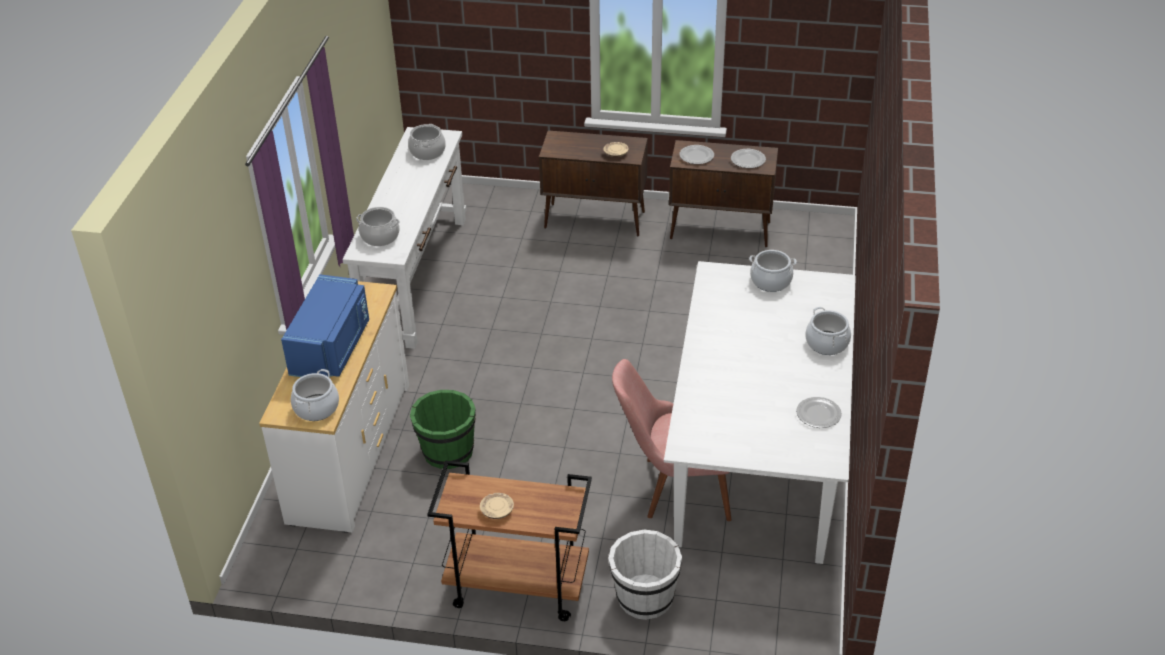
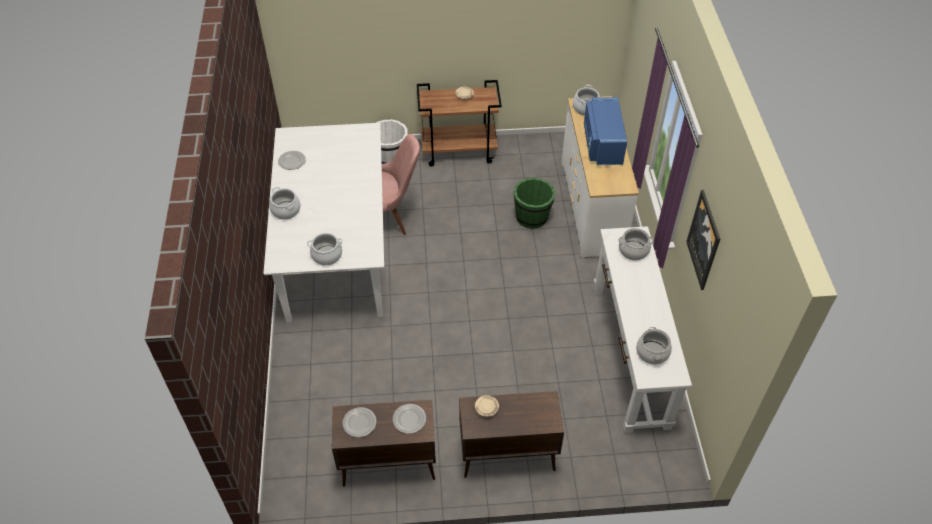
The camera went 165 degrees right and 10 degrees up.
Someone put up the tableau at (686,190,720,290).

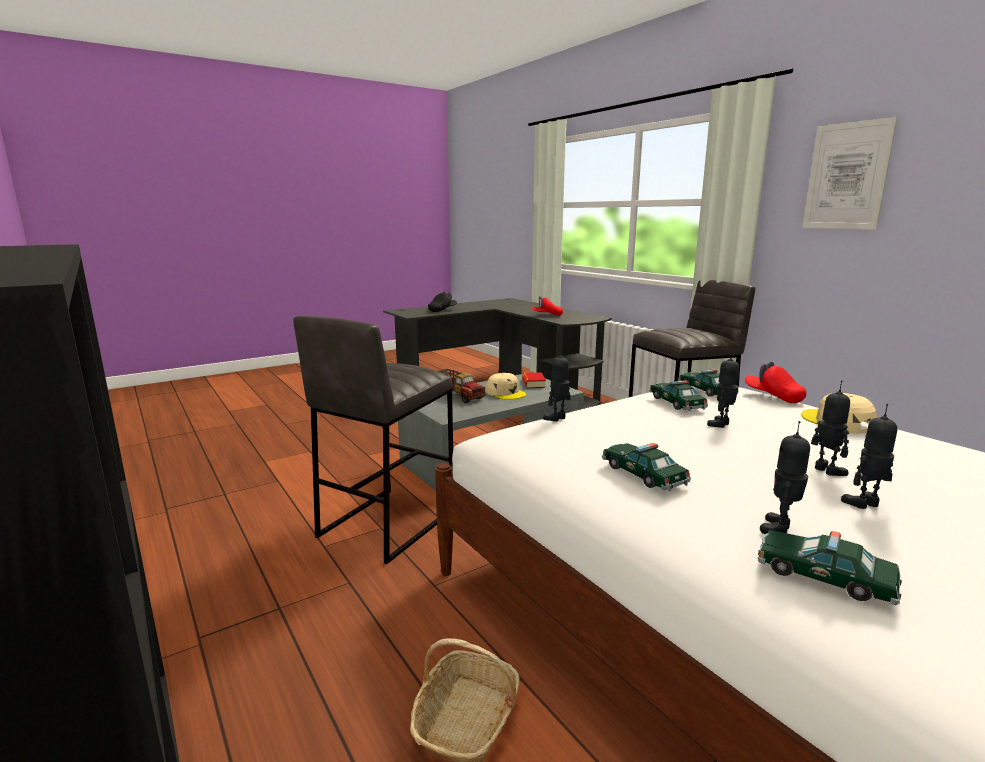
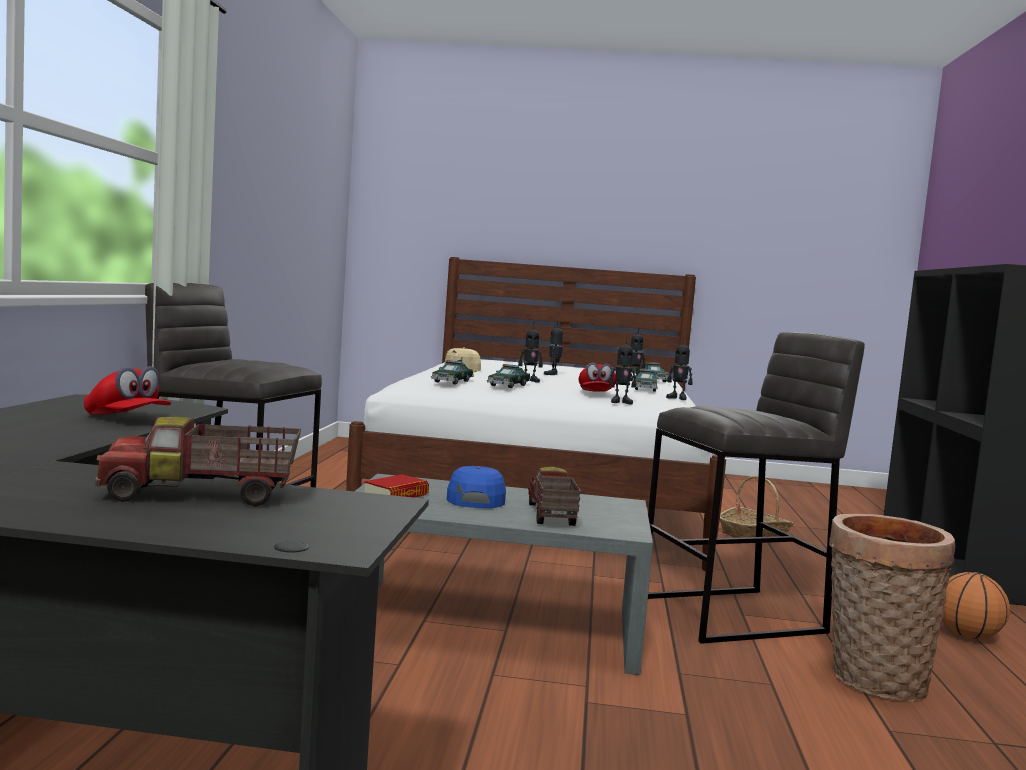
The camera went 140 degrees left and 10 degrees down.
Someone swapped the casquette (noir) at (428,291,457,312) for the camion jouet at (95,417,301,507).
Someone repainted the casquette (beige) at (486,373,526,400), which became the casquette (bleu) at (447,466,506,508).
Someone carried the casquette (rouge) from (745,361,806,403) to (579,363,616,392).
Someone took away the tableau at (803,117,898,229).
Someone carried the robot jouet from (841,404,897,509) to (666,337,693,400).
Someone put down the panier at (829,514,955,701).
Someone put down the ballon de basket at (942,572,1010,639).

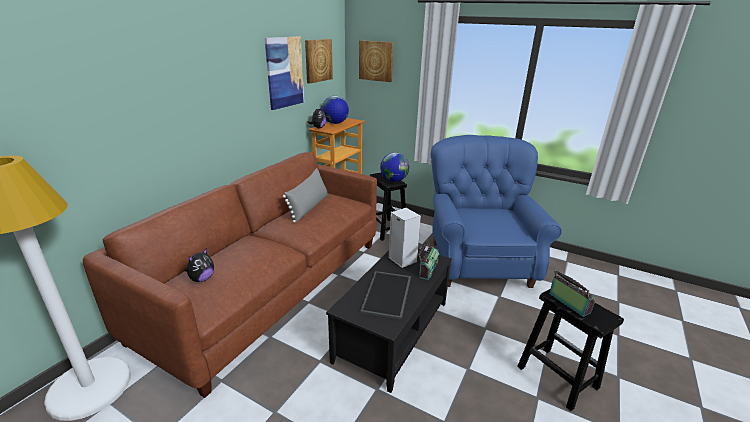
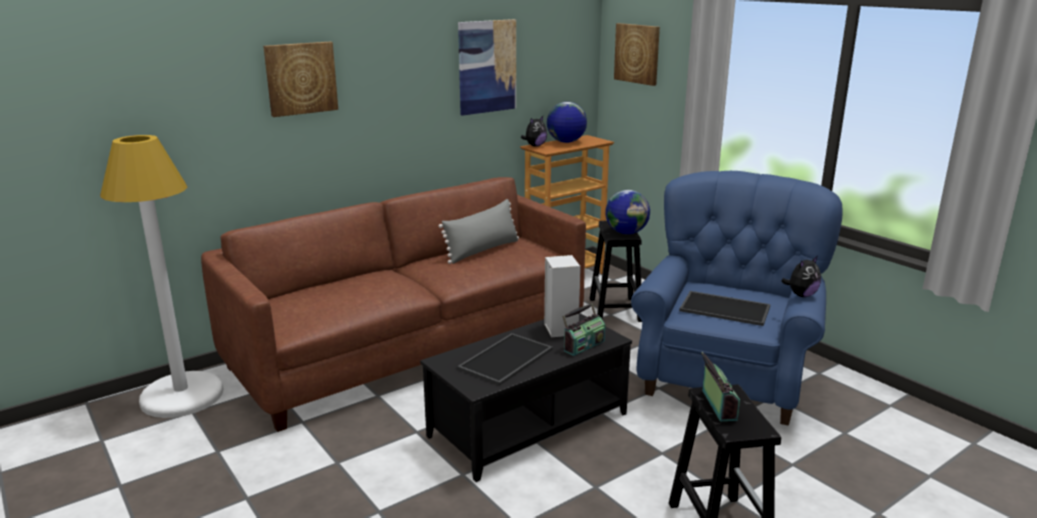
The camera went 25 degrees right and 5 degrees down.
Someone carried the peluche from (185,248,214,282) to (781,257,821,297).
Someone carried the tableau from (305,39,333,84) to (263,42,338,117).
Someone put down the plateau at (679,291,770,326).

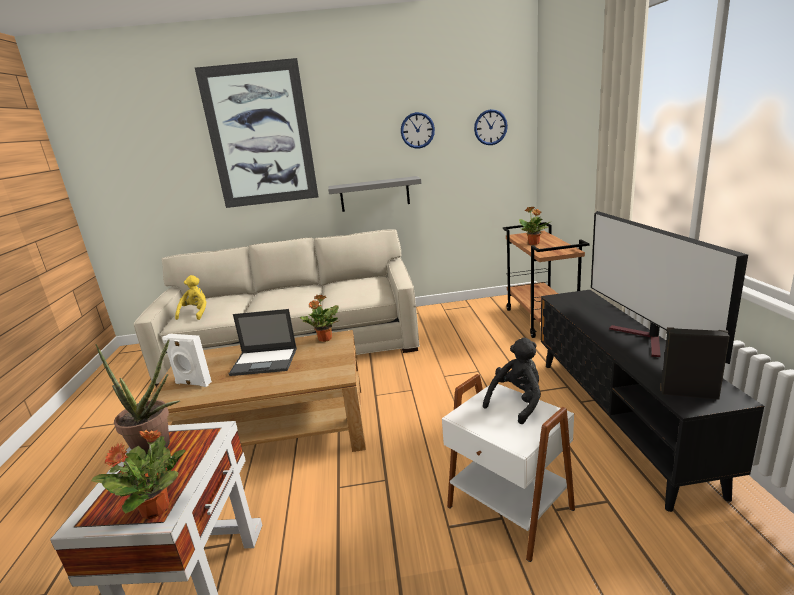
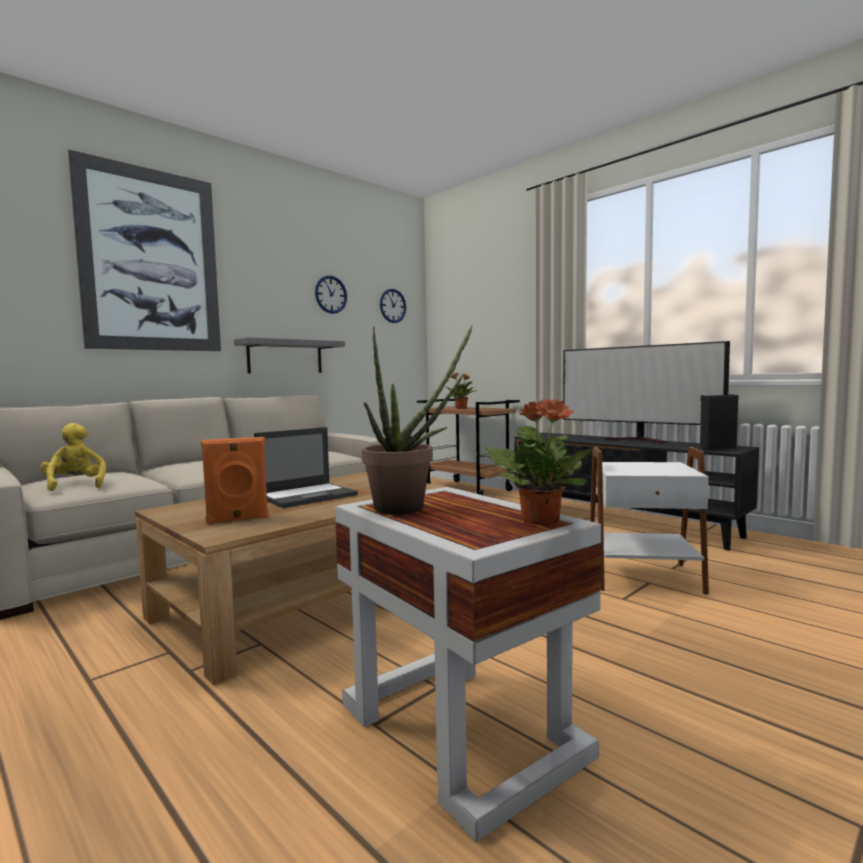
The camera went 40 degrees left and 15 degrees down.
Someone repainted the enceinte (blanc) at (162,334,212,387), which became the enceinte (orange) at (201,437,269,524).
Someone took away the plante en pot at (299,295,339,342).
Someone took away the peluche (noir) at (483,337,541,424).

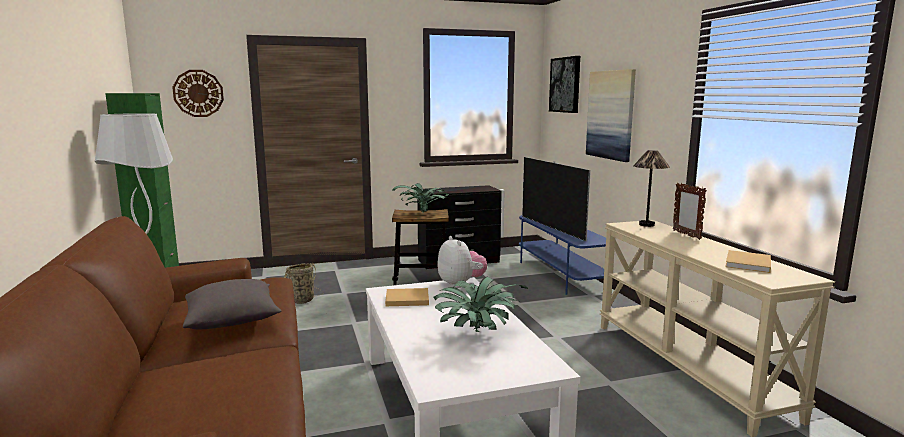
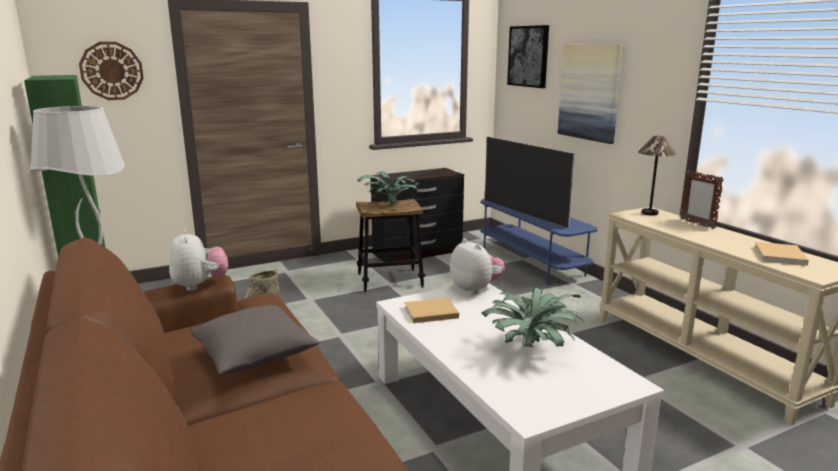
The camera went 10 degrees left and 5 degrees up.
Someone put down the peluche at (169,230,228,291).

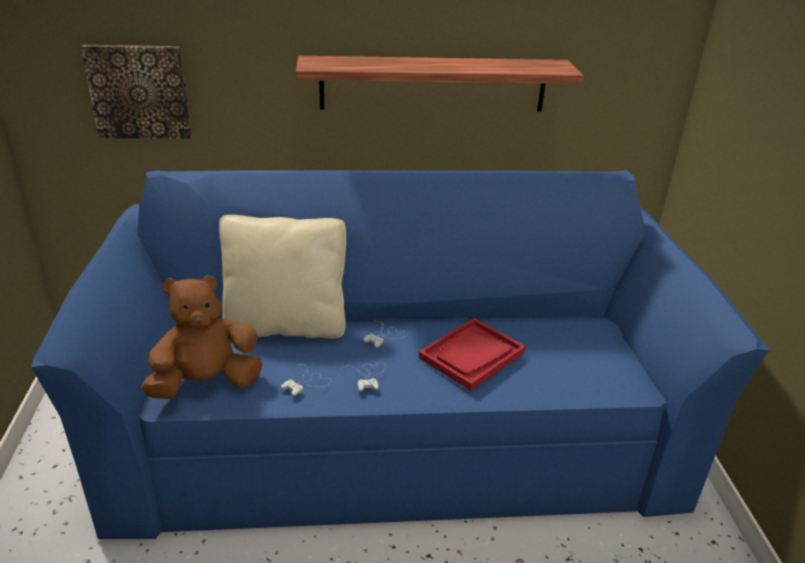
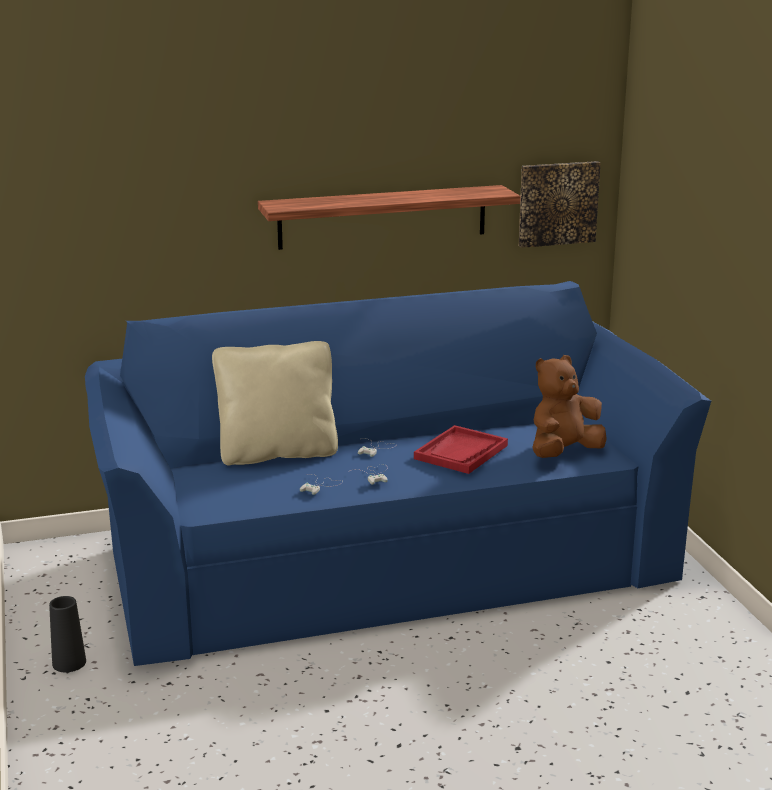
The camera went 10 degrees left and 10 degrees down.
Someone carried the tableau from (81,45,191,139) to (519,161,601,248).
Someone carried the peluche (marron) from (141,275,263,399) to (532,355,607,458).
Someone put down the vase (noir) at (49,596,86,672).

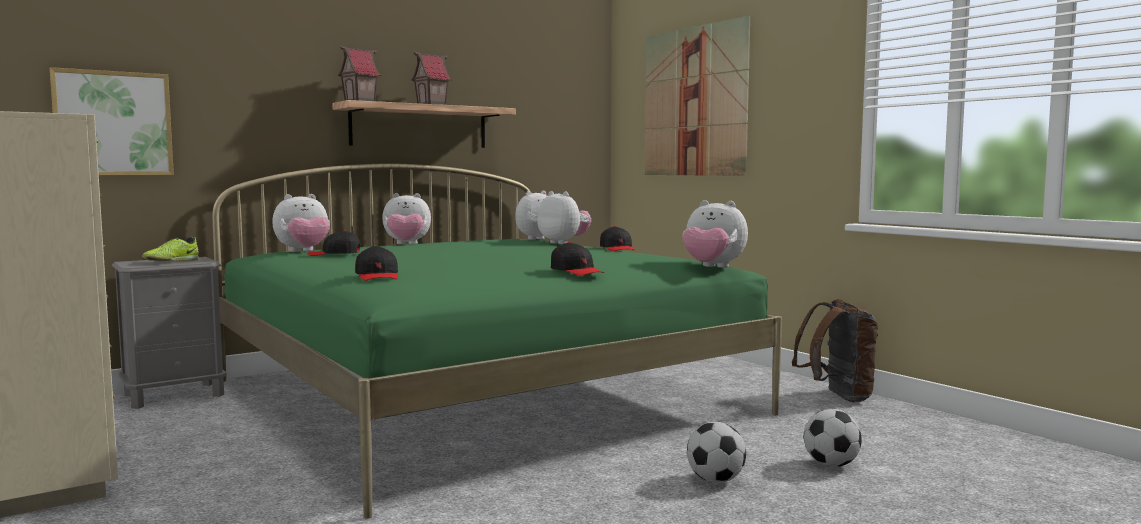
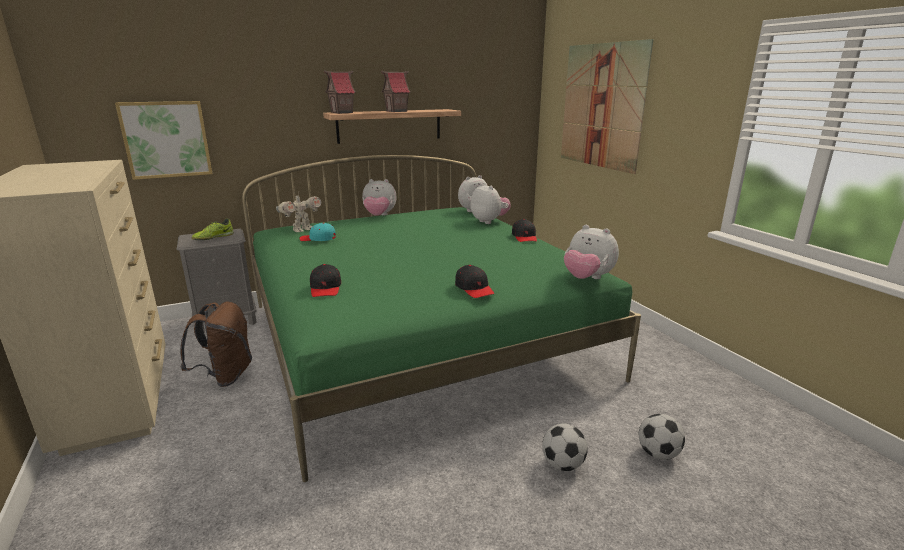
The camera went 10 degrees right and 15 degrees up.
Someone swapped the peluche at (272,194,330,252) for the robot jouet at (276,192,321,232).
Someone repainted the casquette (noir) at (308,230,360,256), which became the casquette (turquoise) at (299,223,336,241).
Someone carried the sac à dos (marron) from (792,299,878,402) to (180,302,252,387).

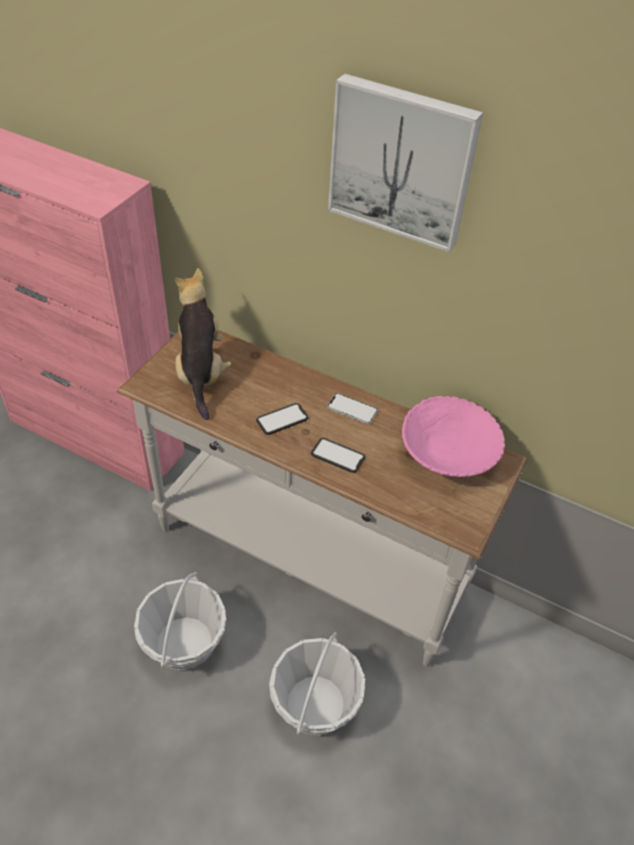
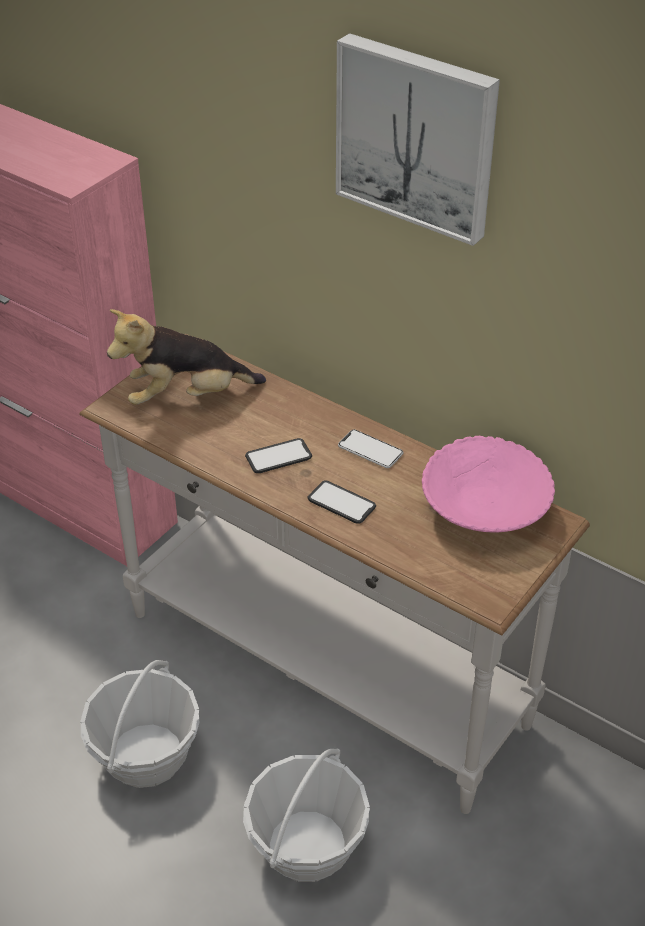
The camera went 10 degrees right and 5 degrees down.
Someone rotated the peluche at (175,268,232,420) by 105 degrees counterclockwise.

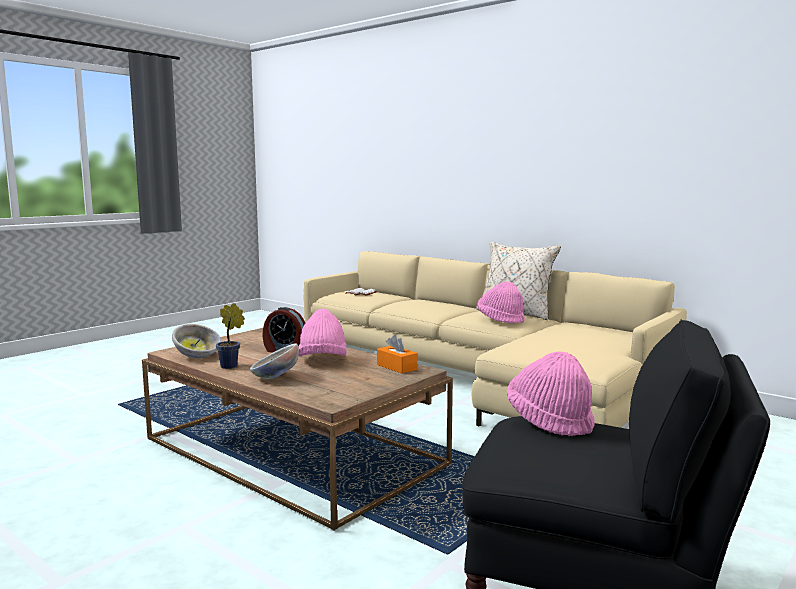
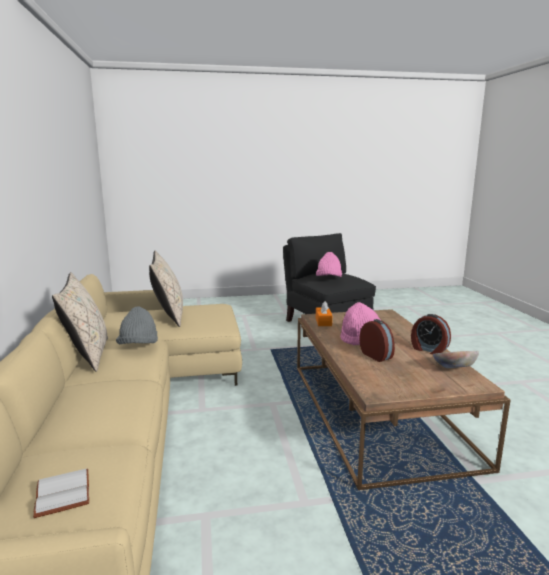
The camera went 140 degrees left and 5 degrees up.
Someone swapped the plante en pot at (216,303,245,369) for the réveil at (411,314,451,355).
Someone took away the bol at (250,343,299,379).
Someone repainted the chapeau (rose) at (478,281,525,324), which became the chapeau (gris) at (116,307,158,344).
Someone put down the coussin (beige) at (149,251,183,327).

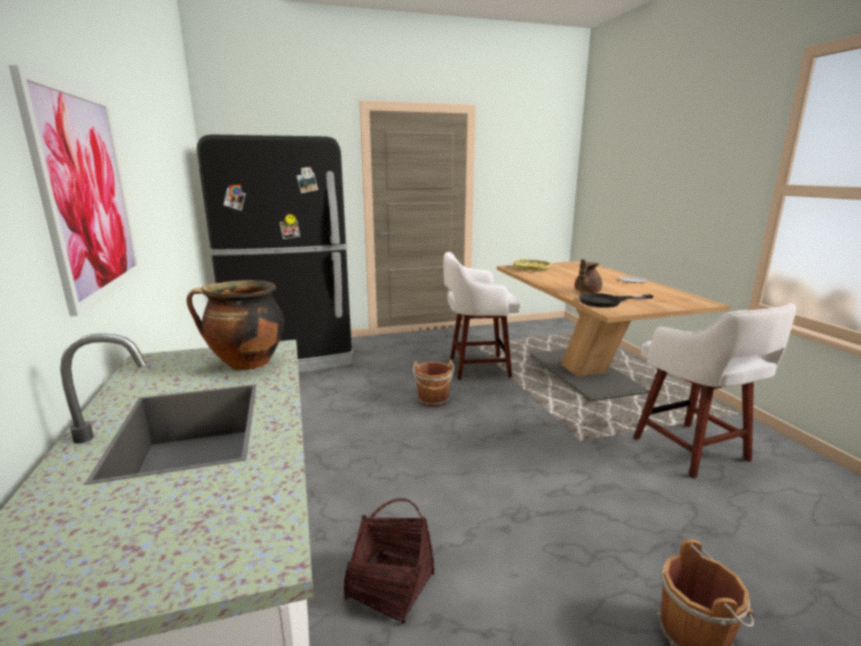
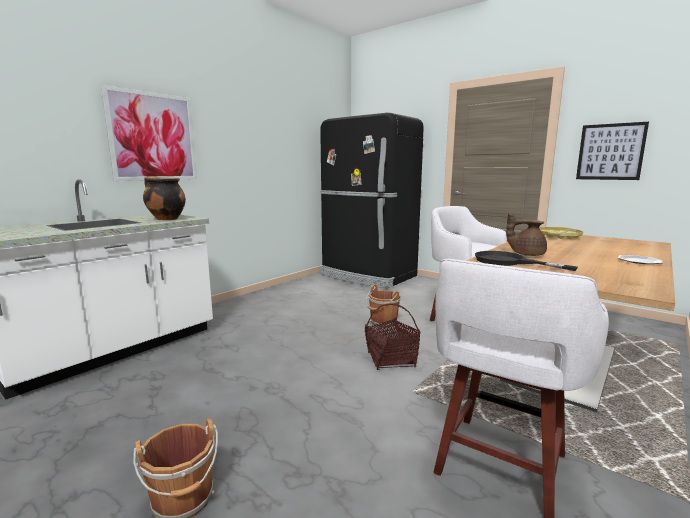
The camera went 55 degrees right and 5 degrees down.
Someone carried the panier from (344,498,434,624) to (365,303,420,370).
Someone put up the tableau at (576,122,649,180).

